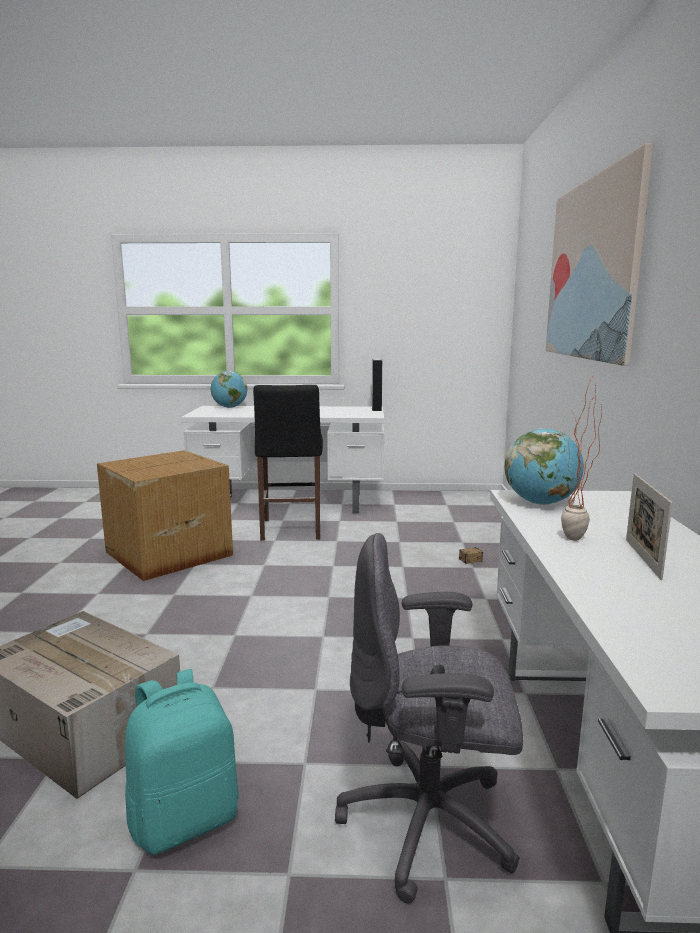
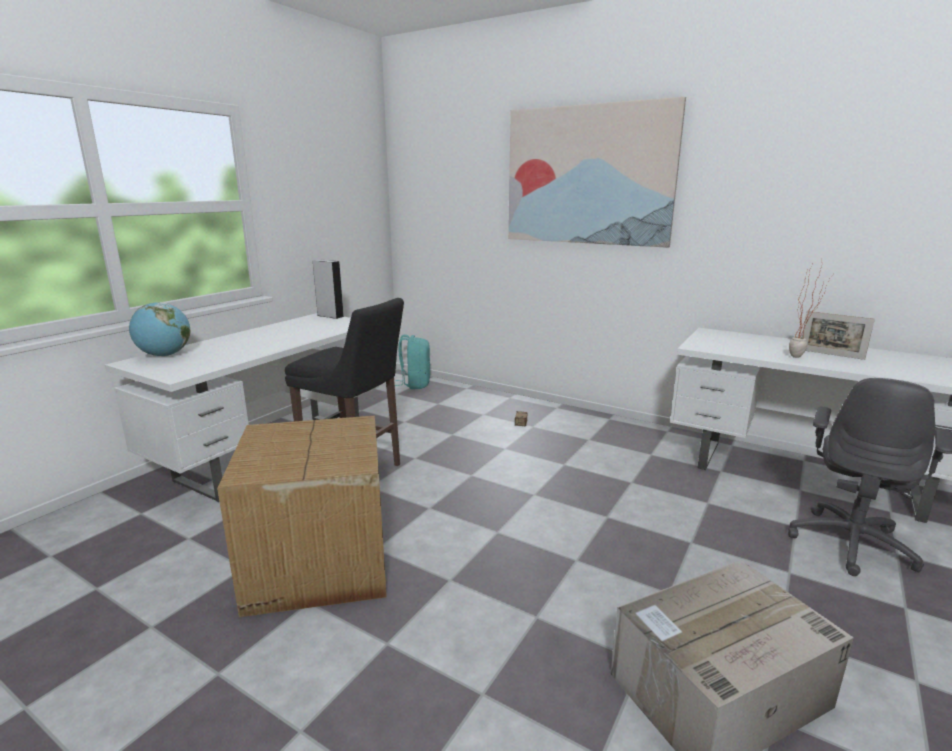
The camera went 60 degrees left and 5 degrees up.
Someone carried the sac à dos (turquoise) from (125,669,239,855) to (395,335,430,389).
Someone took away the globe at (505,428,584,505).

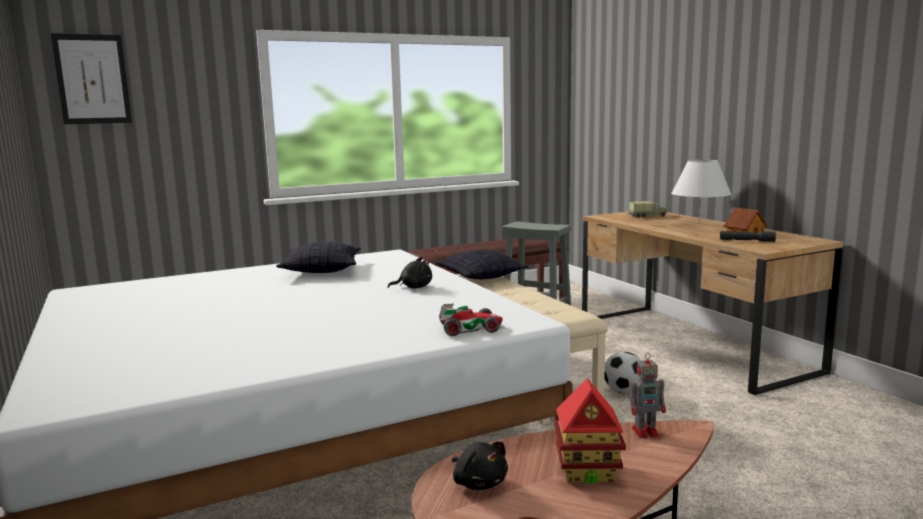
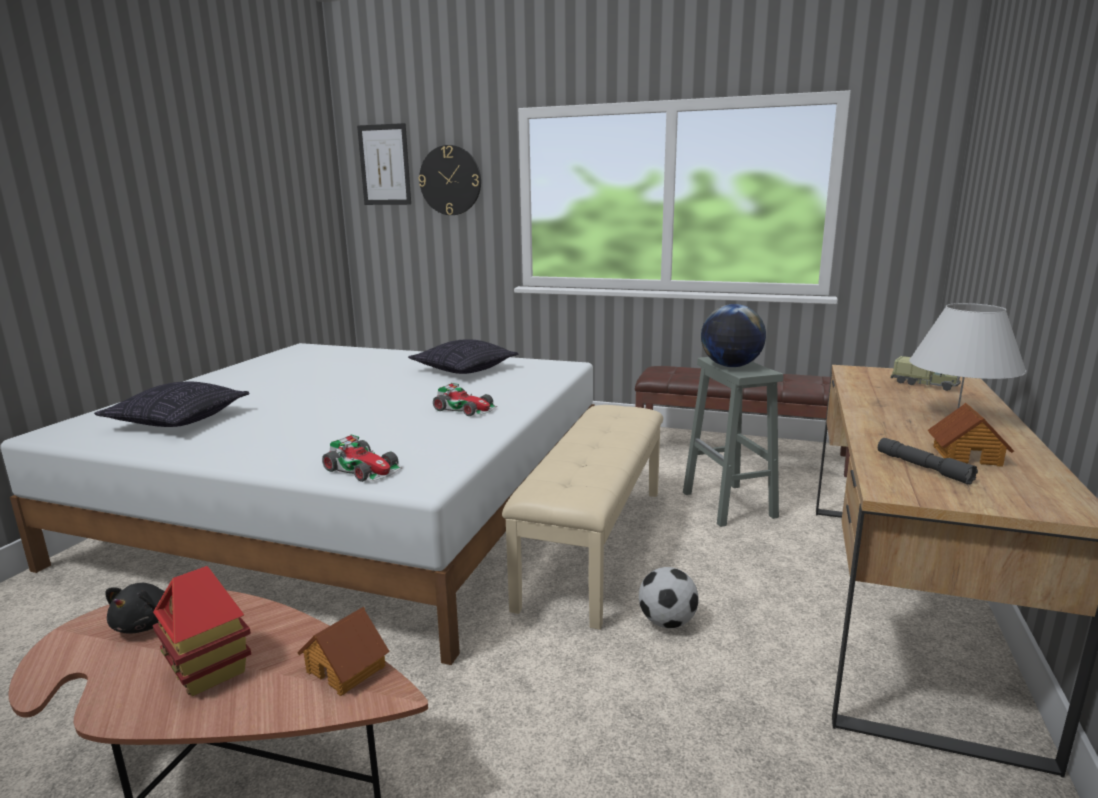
The camera went 45 degrees right and 5 degrees up.
Someone swapped the peluche (noir) at (388,257,432,288) for the petite voiture at (433,383,497,416).
Someone carried the coussin from (435,249,529,279) to (94,382,250,427).
Someone swapped the robot jouet at (630,355,666,438) for the maison miniature at (297,607,390,696).
Someone put up the horloge murale at (419,145,481,215).
Someone put down the globe at (701,304,766,367).

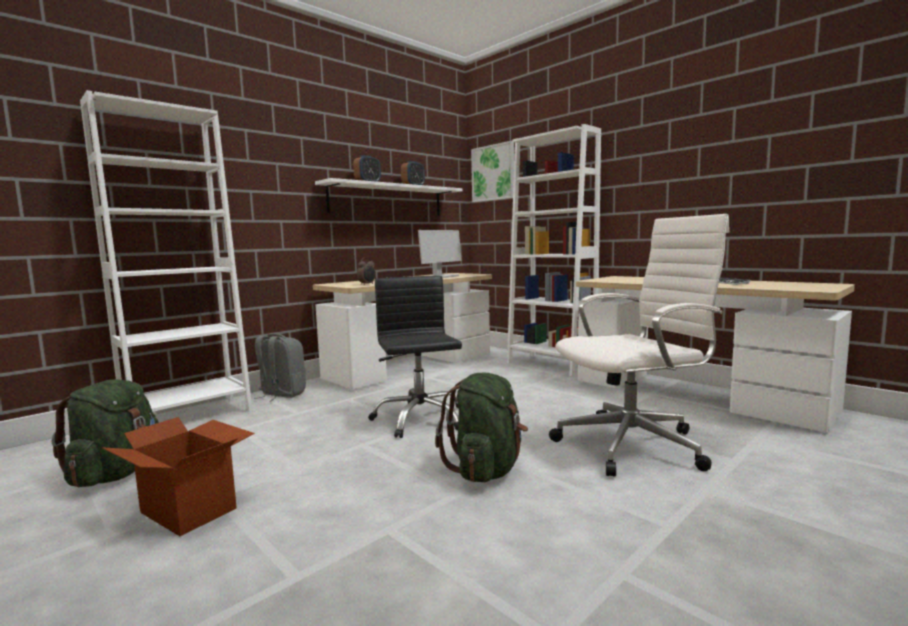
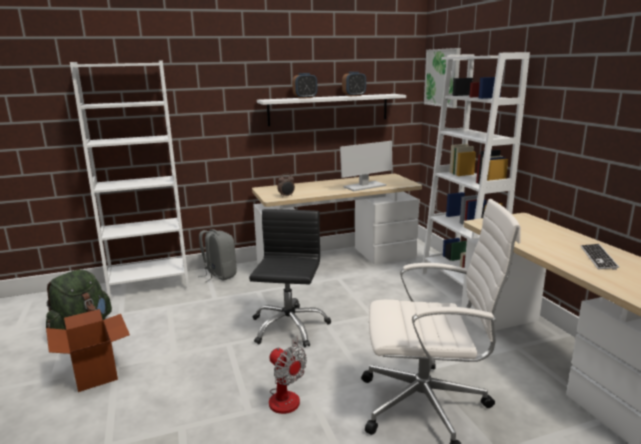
The camera went 25 degrees right and 10 degrees up.
Someone swapped the sac à dos (vert) at (435,373,528,482) for the ventilateur at (269,336,307,414).

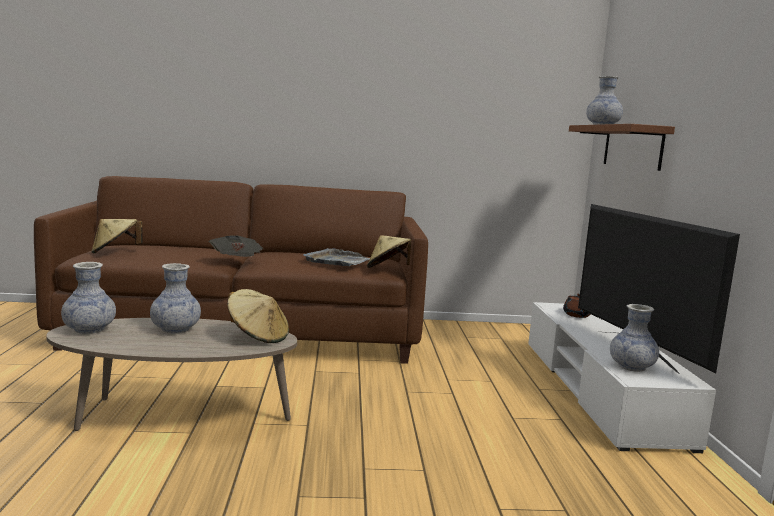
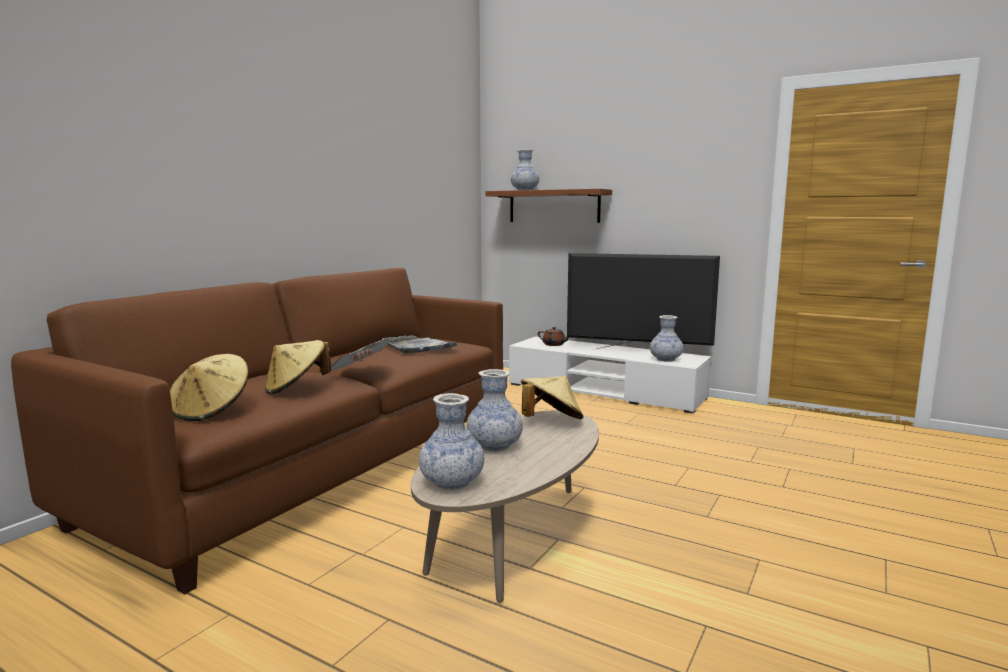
The camera went 55 degrees left and 0 degrees up.
Someone carried the chapeau (beige) from (367,235,412,268) to (265,340,331,394).

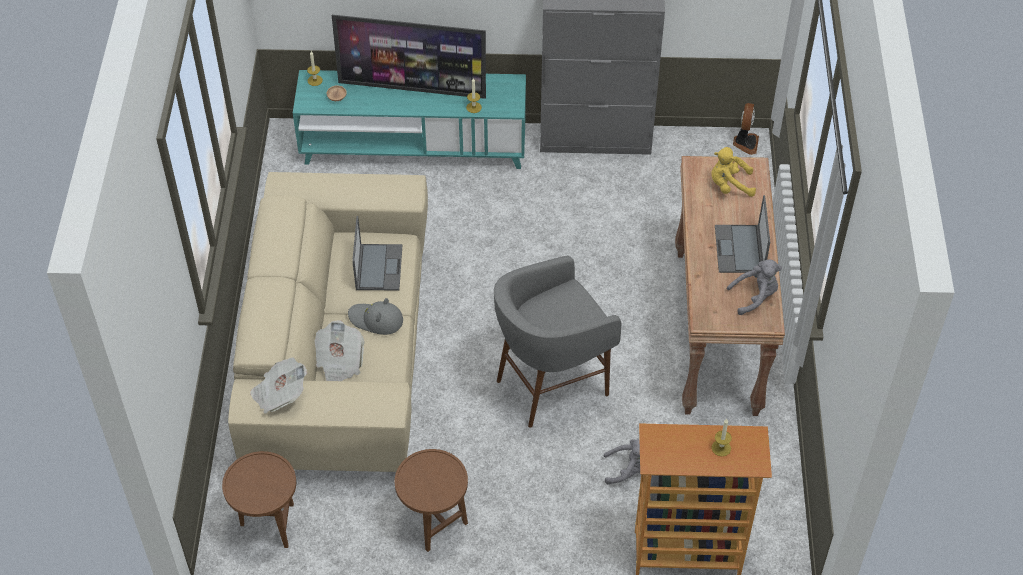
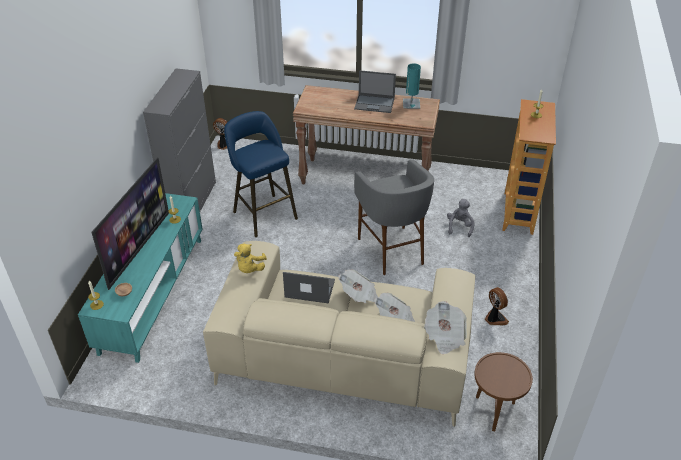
The camera went 80 degrees left and 10 degrees down.
Someone swapped the chapeau (gris) at (348,298,403,335) for the journal at (338,269,378,303).
Someone swapped the table d'appoint (marron) at (395,449,468,552) for the ventilateur at (485,287,509,325).
Someone carried the peluche (jaune) from (711,147,756,197) to (234,244,267,273).
Someone swapped the peluche (gris) at (727,259,782,315) for the lampe de table (turquoise) at (403,63,421,109).
Someone put down the tabouret (bleu) at (224,111,298,237).

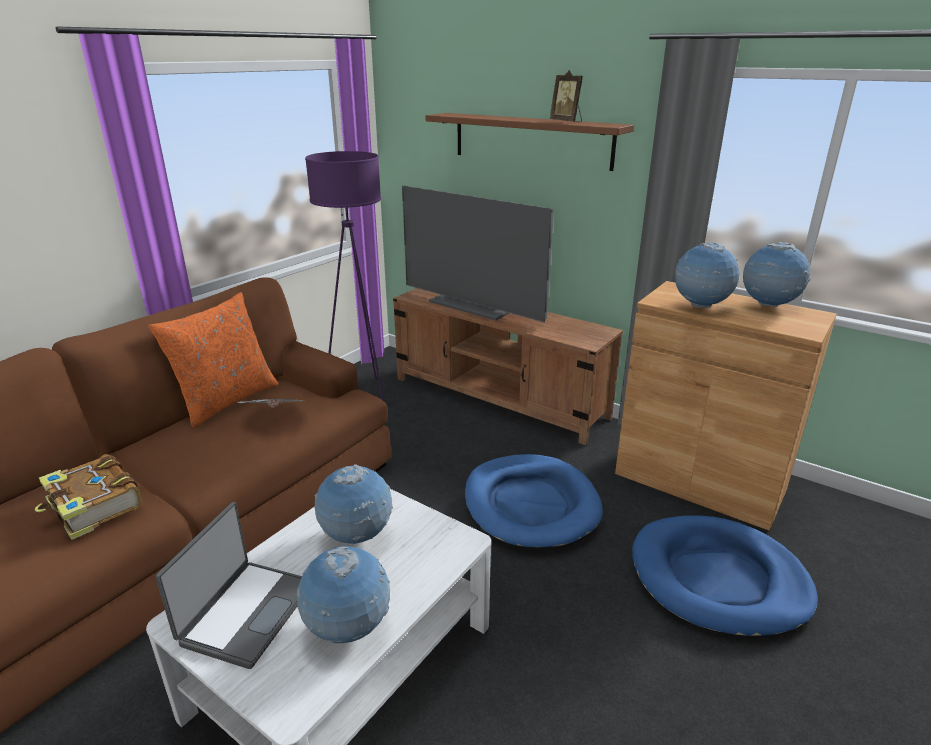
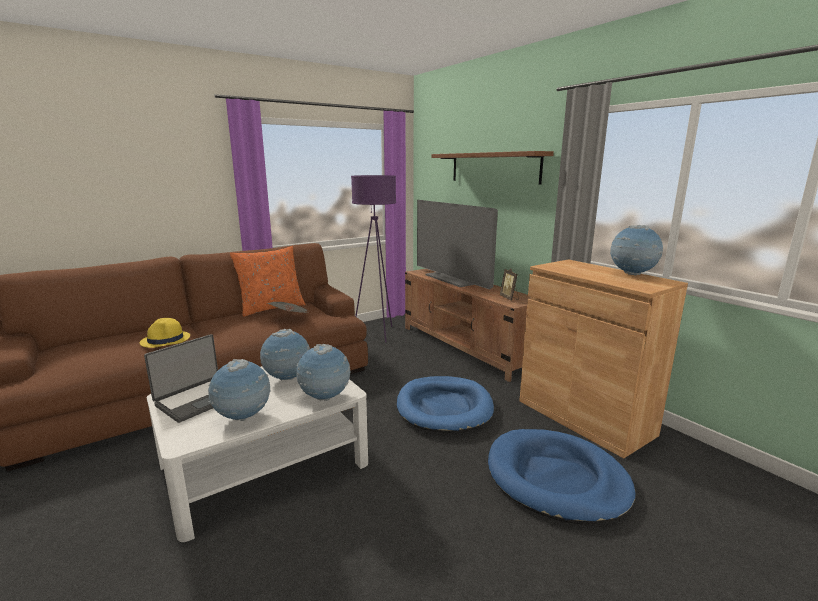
The camera went 20 degrees right and 10 degrees down.
Someone swapped the livre at (35,454,142,540) for the chapeau (jaune) at (140,318,190,348).
Someone carried the cadre photo from (550,70,583,122) to (500,269,519,301).
Someone carried the globe from (674,242,740,308) to (296,344,350,401).

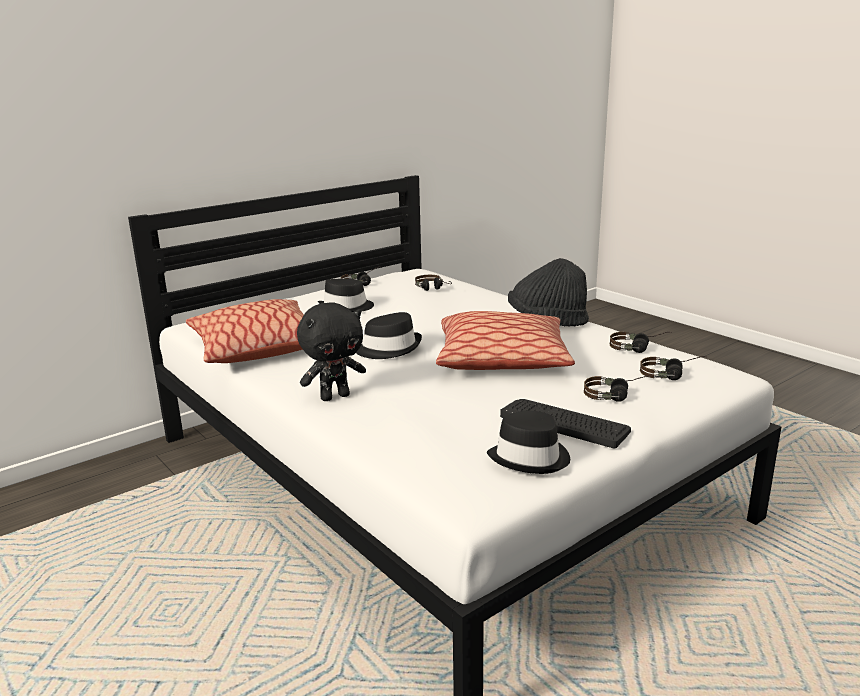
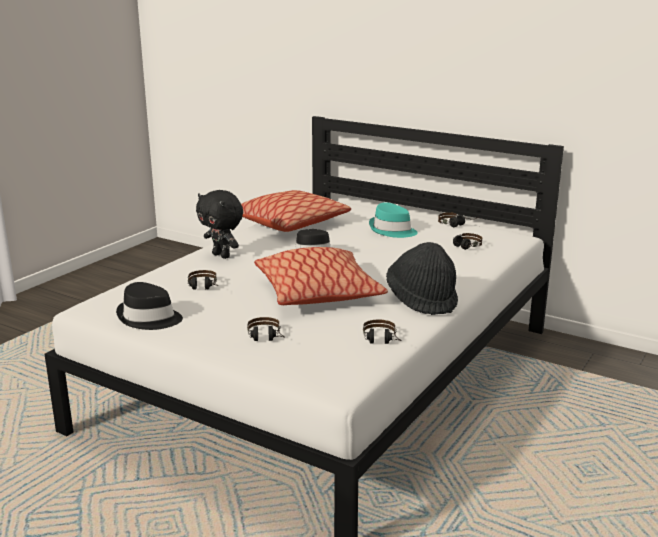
The camera went 70 degrees right and 0 degrees up.
Someone repainted the chapeau (noir) at (318,279,374,312), which became the chapeau (turquoise) at (369,202,418,238).
Someone took away the clavier at (500,399,631,448).
Someone carried the casque audio from (640,356,706,380) to (188,270,218,289).

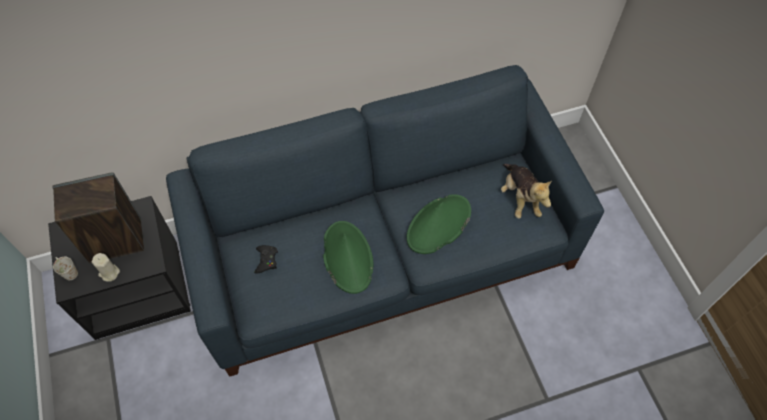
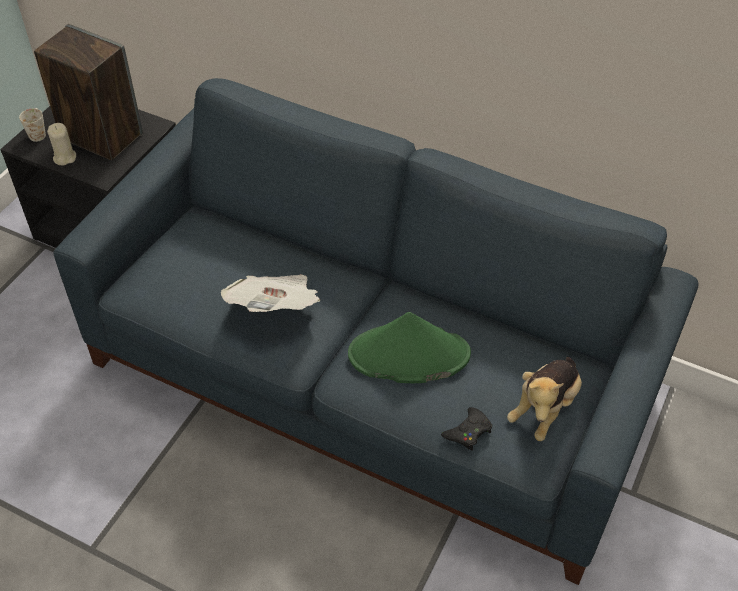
The camera went 45 degrees right and 10 degrees down.
Someone carried the manette (noir) from (254,245,278,274) to (441,407,492,451).
Someone swapped the chapeau (vert) at (323,221,373,294) for the journal at (221,274,321,312).

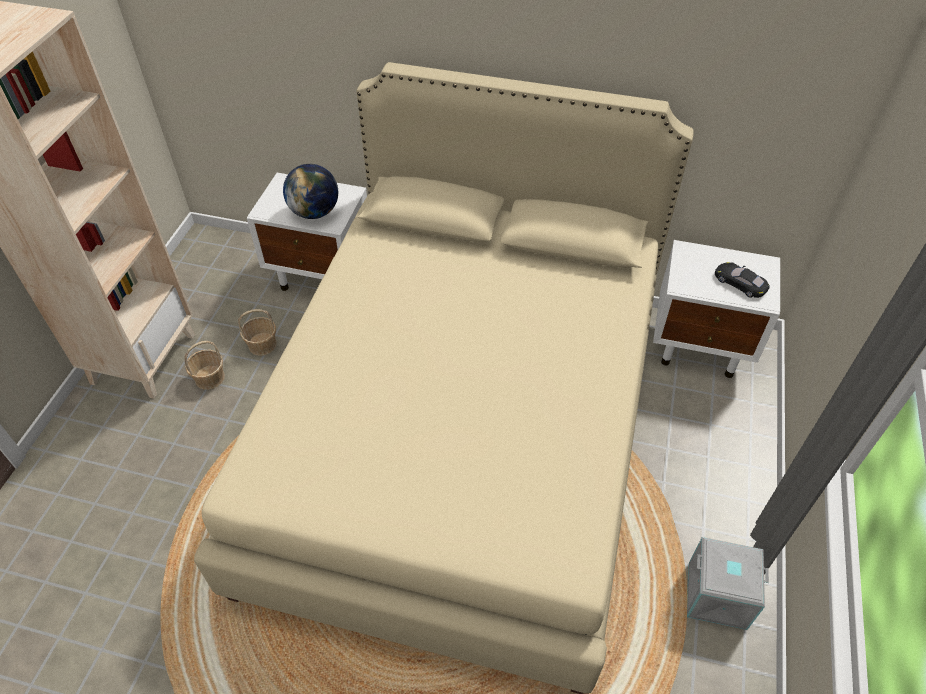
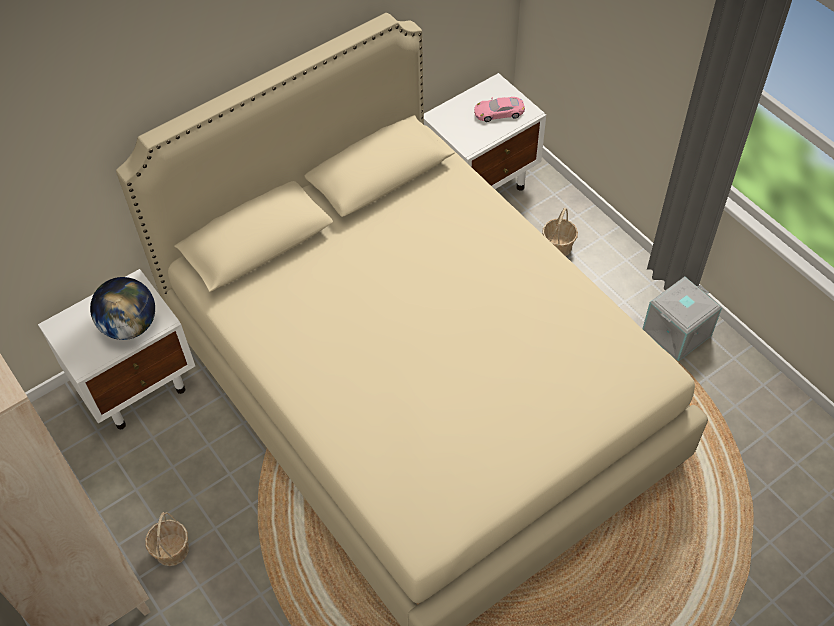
The camera went 50 degrees left and 5 degrees up.
Someone carried the panier from (238,309,277,356) to (542,208,578,256).
Someone repainted the petite voiture (noir) at (715,262,770,298), which became the petite voiture (rose) at (474,97,525,122).

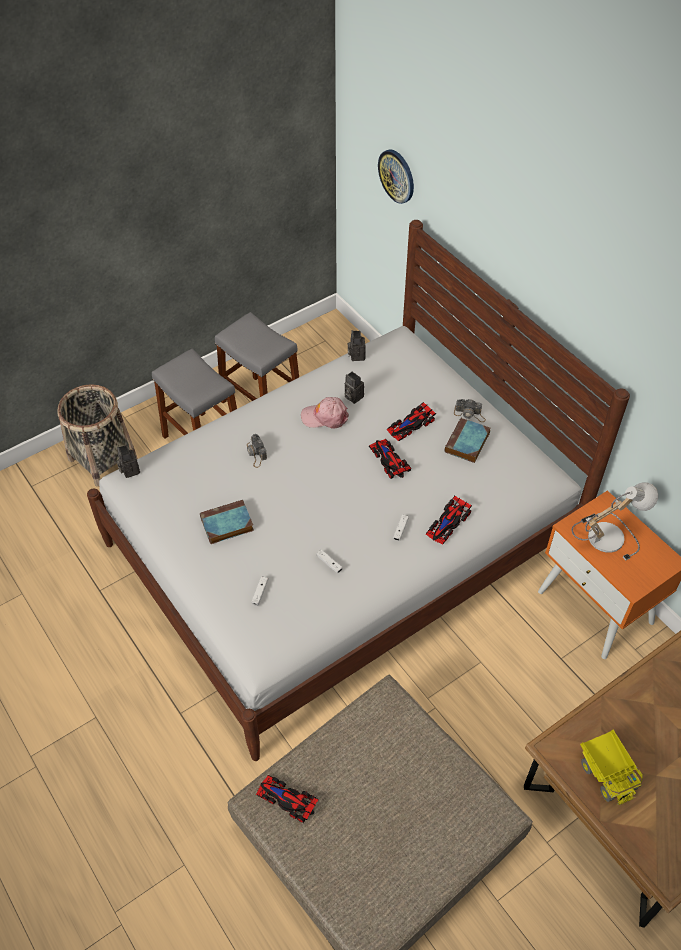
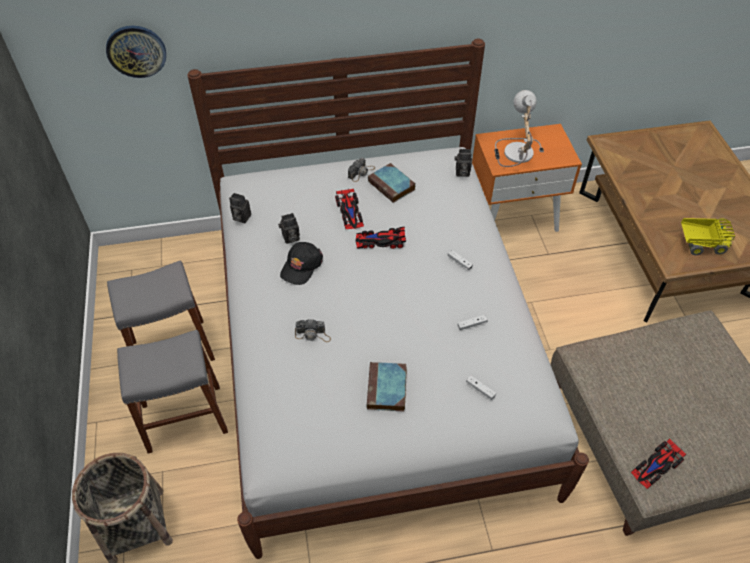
The camera went 65 degrees left and 0 degrees up.
Someone carried the appareil photo from (116,445,140,478) to (455,149,472,177).
Someone repainted the casquette (rose) at (301,397,349,428), which became the casquette (noir) at (280,242,323,285).
Someone took away the petite voiture at (426,496,472,545).

